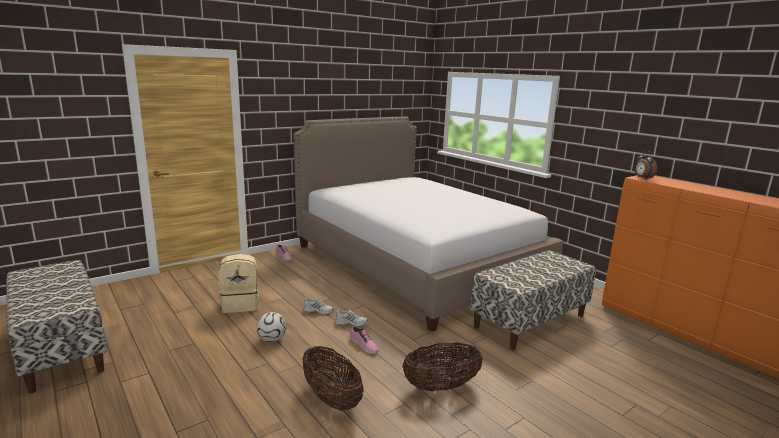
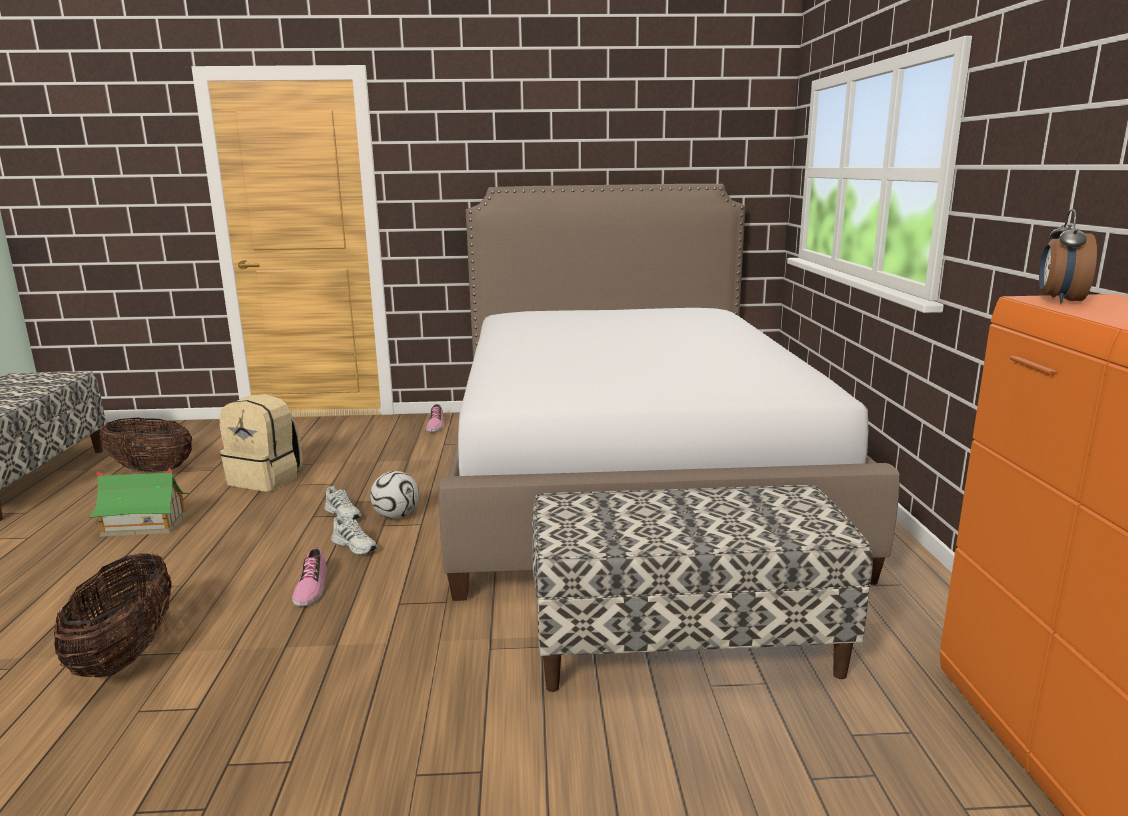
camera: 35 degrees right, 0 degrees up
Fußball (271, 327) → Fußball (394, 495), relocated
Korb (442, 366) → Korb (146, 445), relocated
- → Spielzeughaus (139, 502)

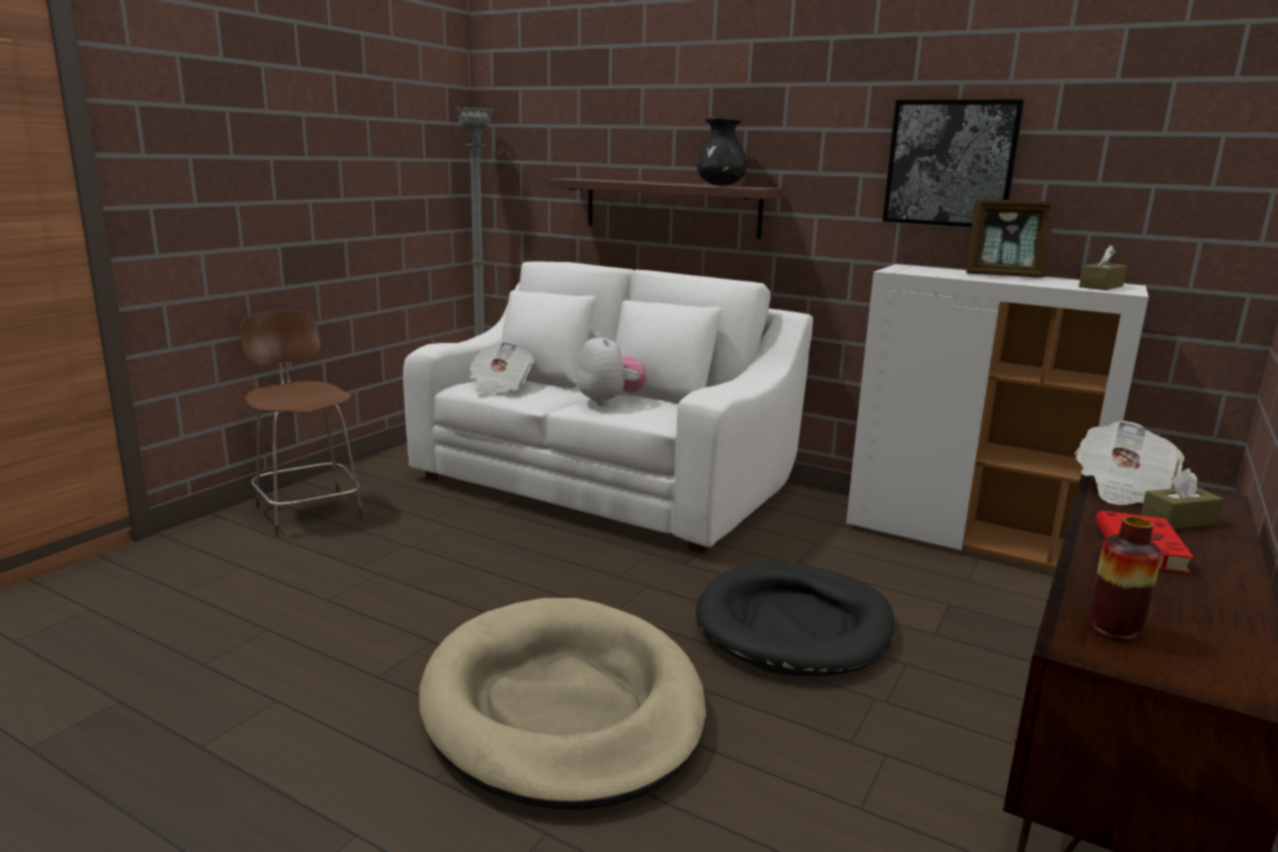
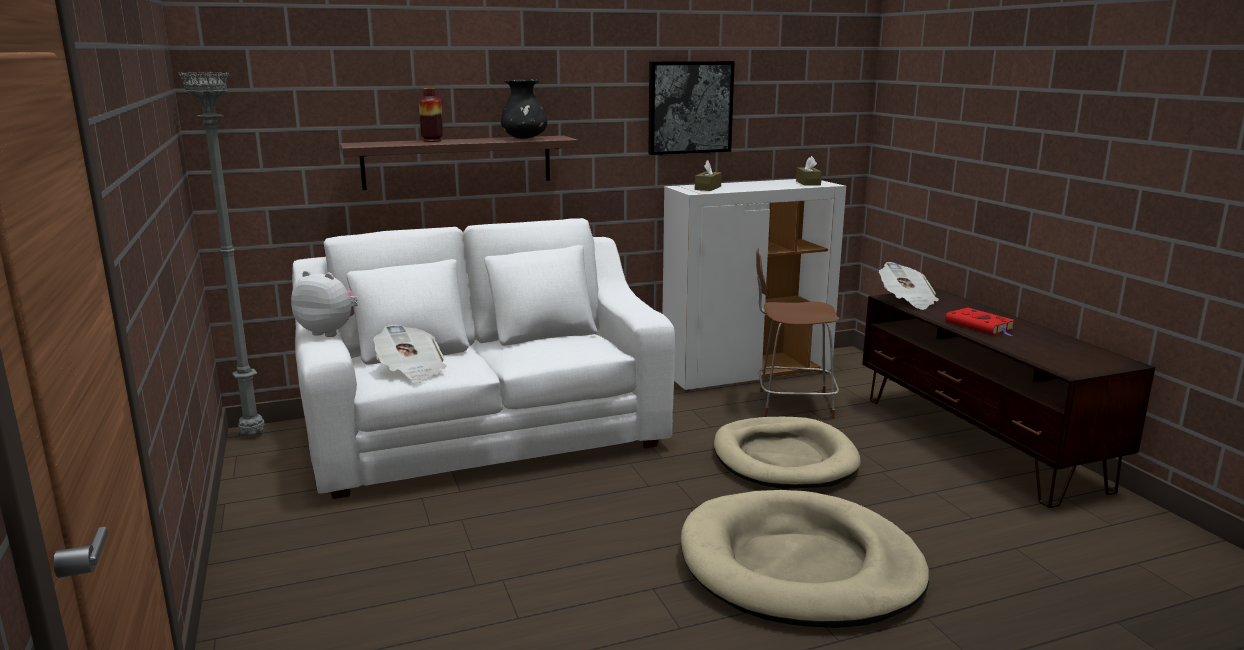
camera: 50 degrees left, 0 degrees up
Hocker/braun (302, 423) → Hocker/braun (797, 333), relocated
Plüschtier (612, 369) → Plüschtier (324, 303), relocated
Hundebett/schwarz (795, 618) → Hundebett/beige (787, 453)
Bilderrahmen (1011, 238) → -
Vase (1125, 578) → Vase (431, 115), relocated
Taschentuchbox/braun (1182, 499) → Taschentuchbox/braun (708, 175), relocated

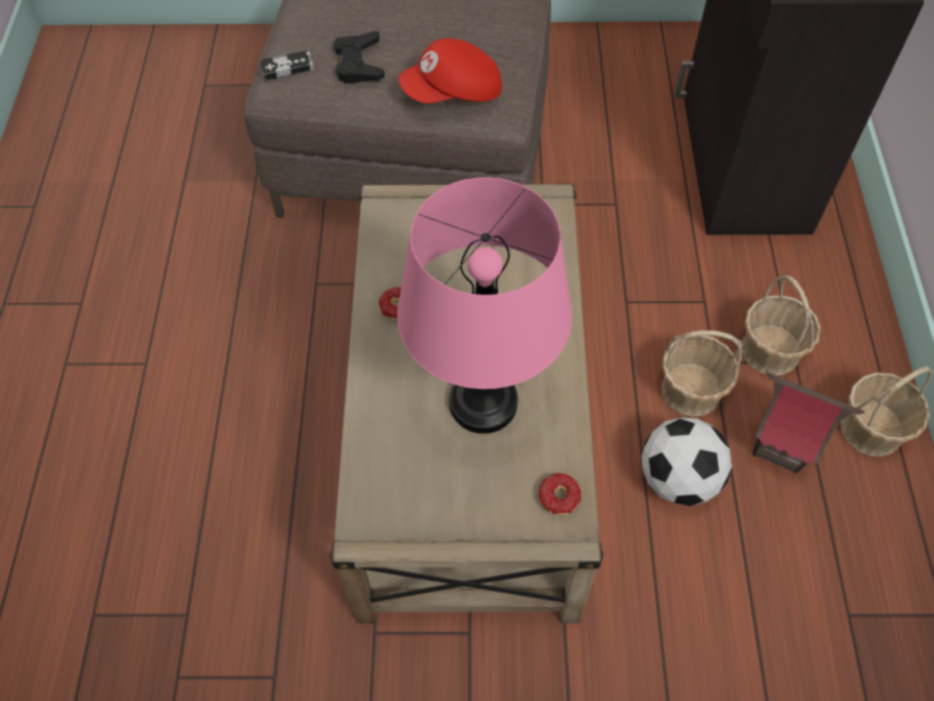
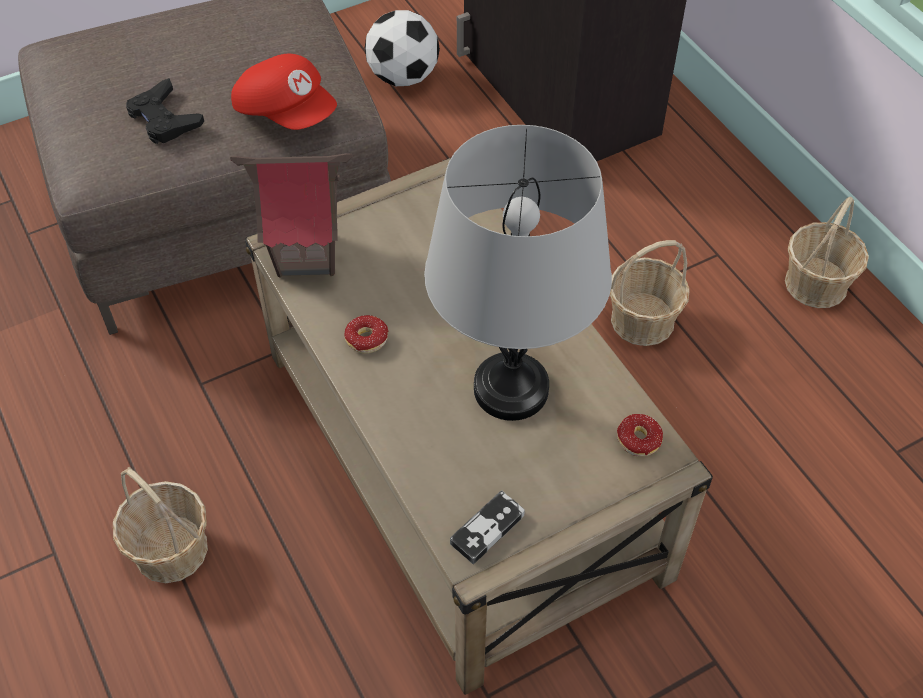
camera: 30 degrees left, 5 degrees down
Gamepad (286, 65) → Gamepad (487, 527), relocated
Tischlampe/rosa (484, 305) → Tischlampe/grau (518, 273)
Kappe/rot (450, 70) → Kappe/rot (284, 92), 90 degrees counterclockwise
Fußball (686, 461) → Fußball (402, 48), relocated
Korb (781, 325) → Korb (160, 525), relocated
Spielzeughaus (809, 423) → Spielzeughaus (291, 215), relocated

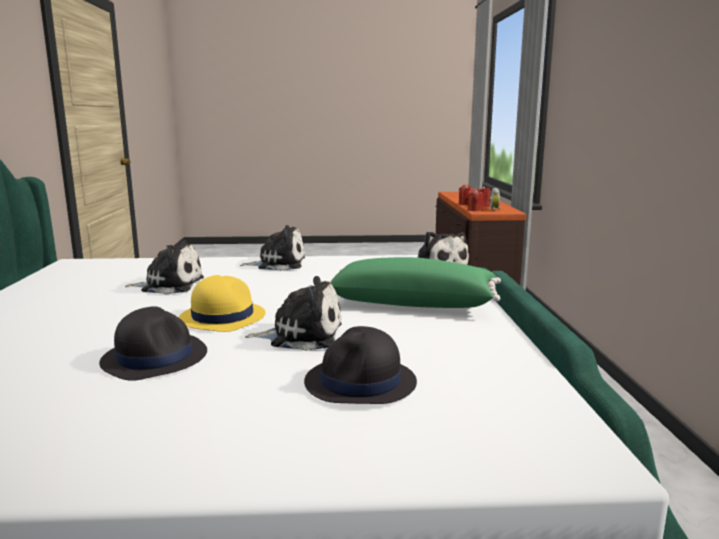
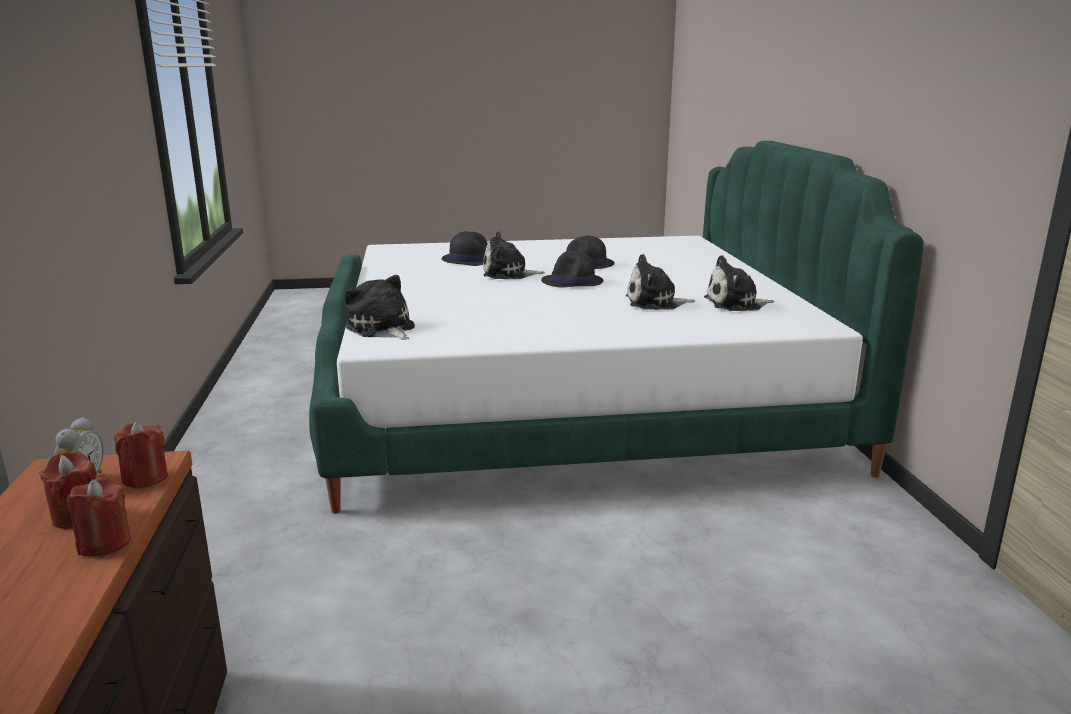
camera: 175 degrees right, 5 degrees up
Hut/gelb (222, 303) → Hut/schwarz (572, 269)
Plüschtier (272, 248) → Plüschtier (739, 283), relocated
Kissen/grün (415, 282) → -

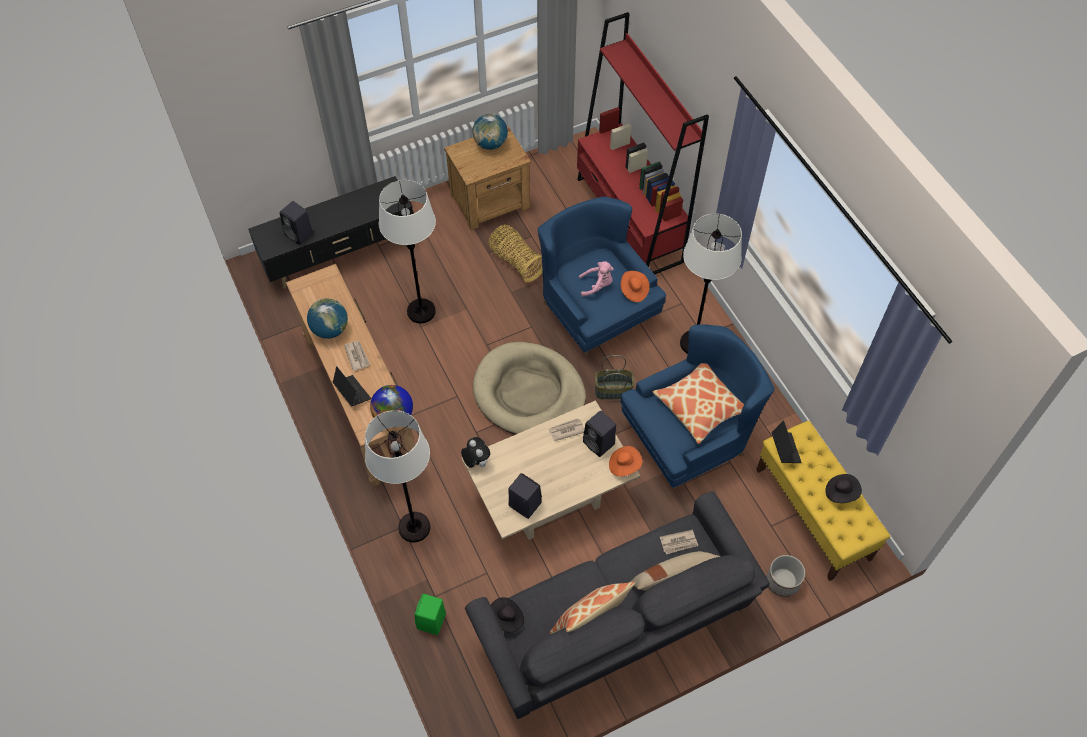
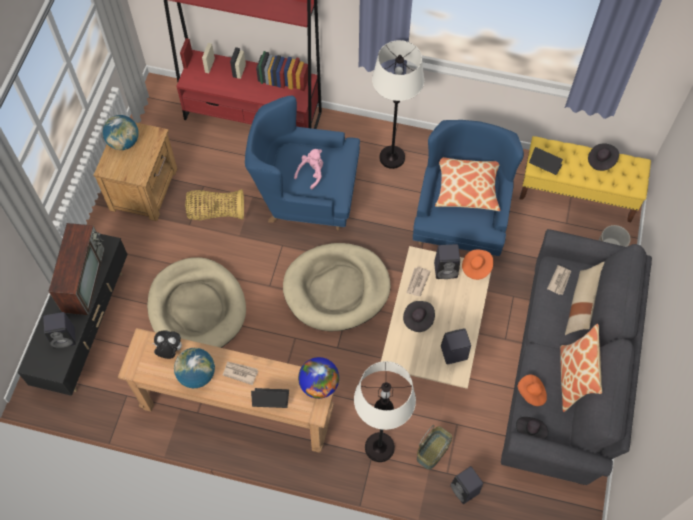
camera: 50 degrees left, 5 degrees up
Stehlampe/weiß (407, 251) → Hundebett/beige (196, 302)
Lautsprecher/grün (430, 614) → Lautsprecher/schwarz (466, 485)
Plüschtier (475, 452) → Plüschtier (167, 344), relocated
Korb (615, 377) → Korb (434, 447), relocated
Hut/orange (635, 286) → Hut/orange (532, 390), relocated
- → Fernseher (76, 269)
- → Hut/schwarz (419, 316)

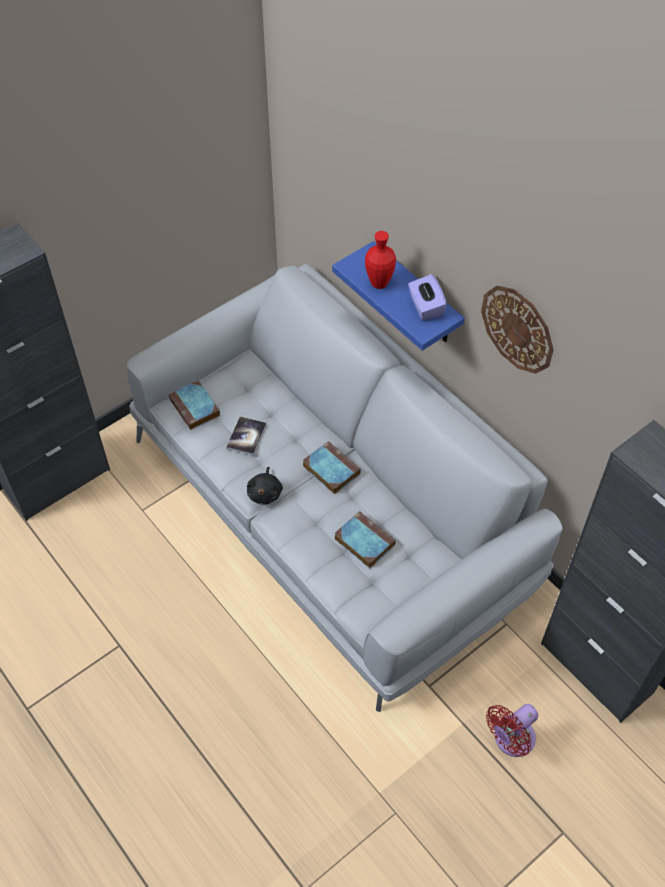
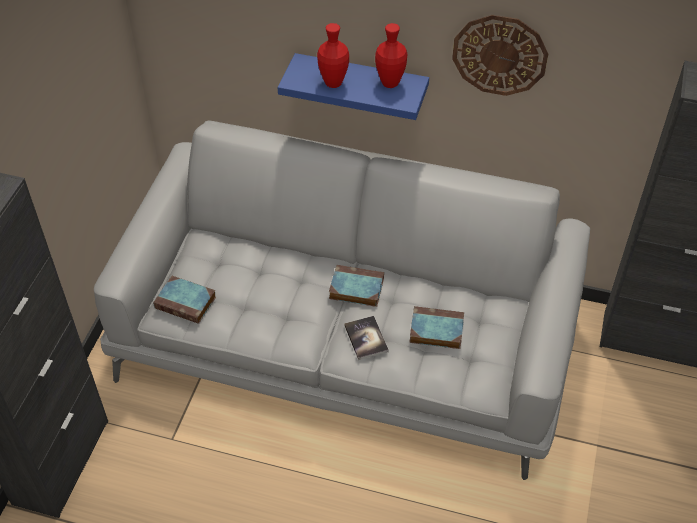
camera: 35 degrees left, 5 degrees down
Buch (246, 436) → Buch (366, 338), relocated
Plüschtier/schwarz (265, 486) → -
Taschentuchbox/lila (427, 297) → Vase/rot (391, 55)
Ventilator/rot (512, 730) → -

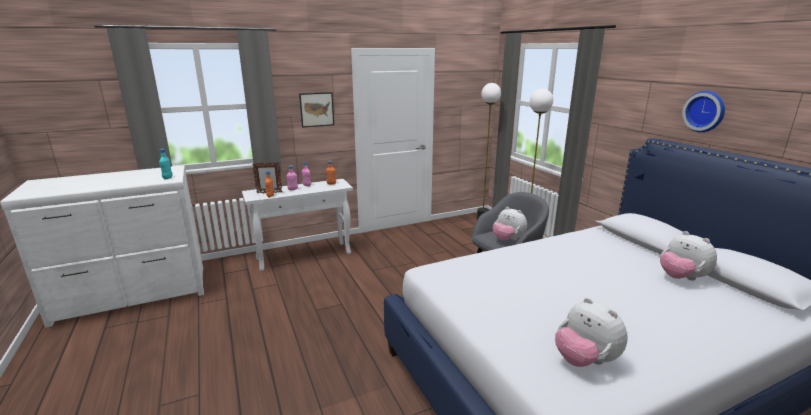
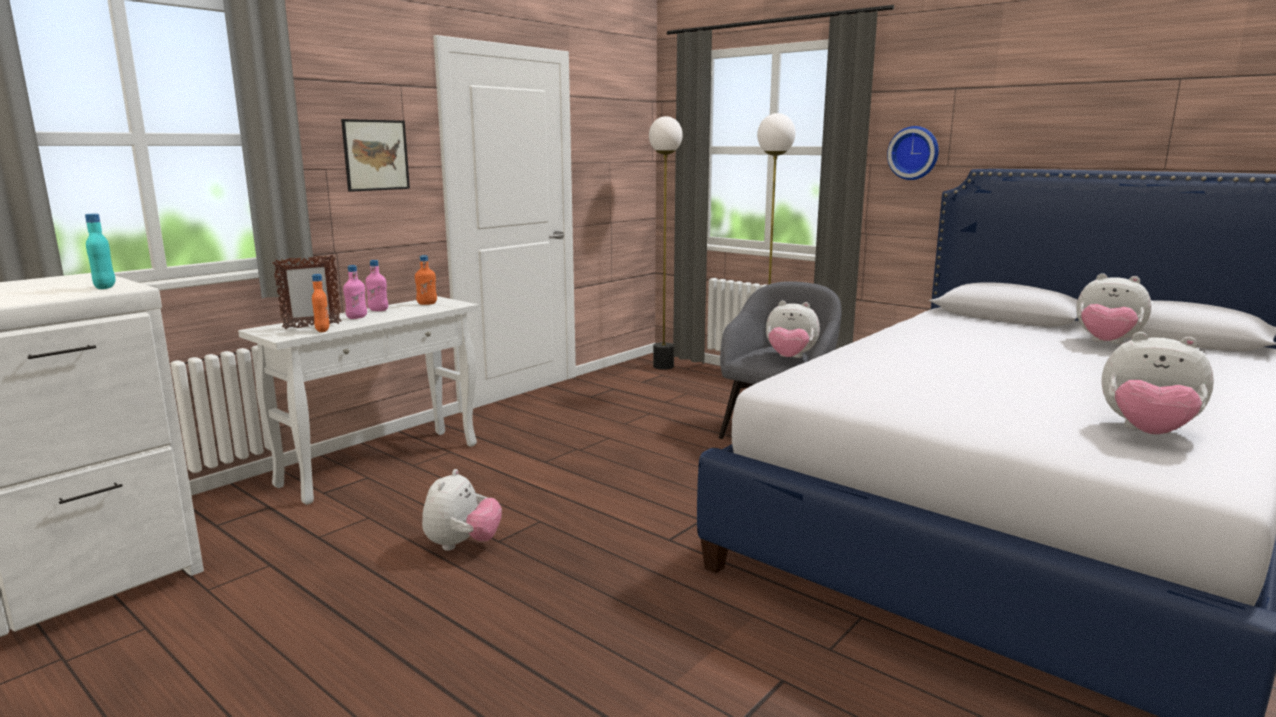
camera: 25 degrees left, 5 degrees down
Wanduhr (703, 111) → Wanduhr (913, 153), relocated
- → Plüschtier (462, 510)

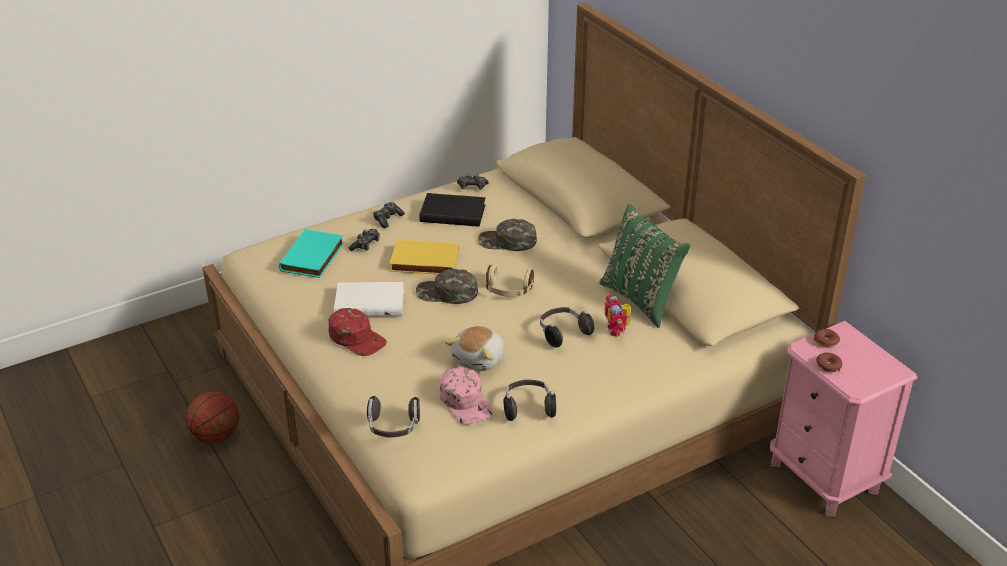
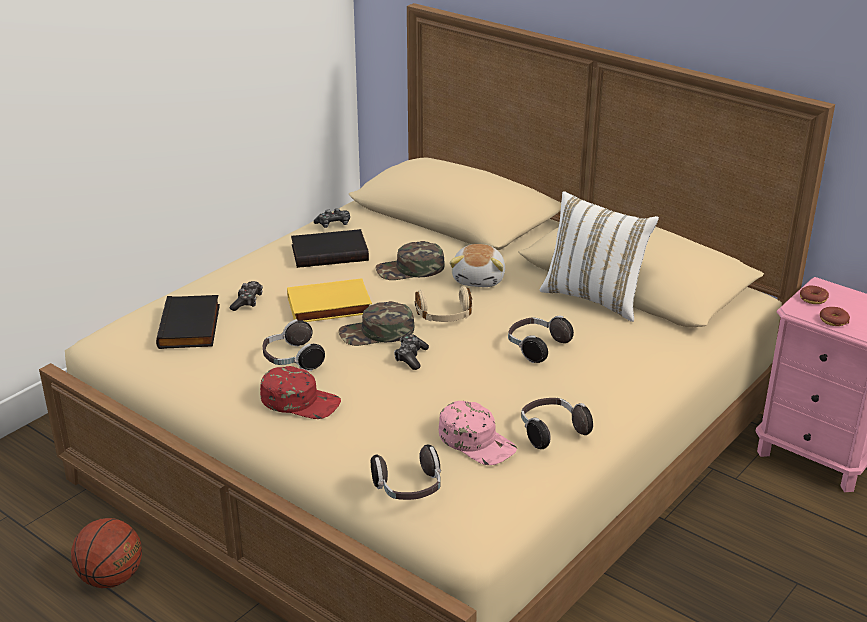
camera: 20 degrees left, 5 degrees down
Buch/türkis (311, 253) → Buch/schwarz (188, 322)
Buch/weiß (369, 299) → Kopfhörer (294, 345)
Gamepad (389, 215) → Gamepad (411, 352), relocated
Plüschtier (474, 348) → Plüschtier (477, 265), relocated
Kissen/grün (645, 266) → Kissen/weiß (599, 256)
Spielzeugroboter (618, 314) → -

